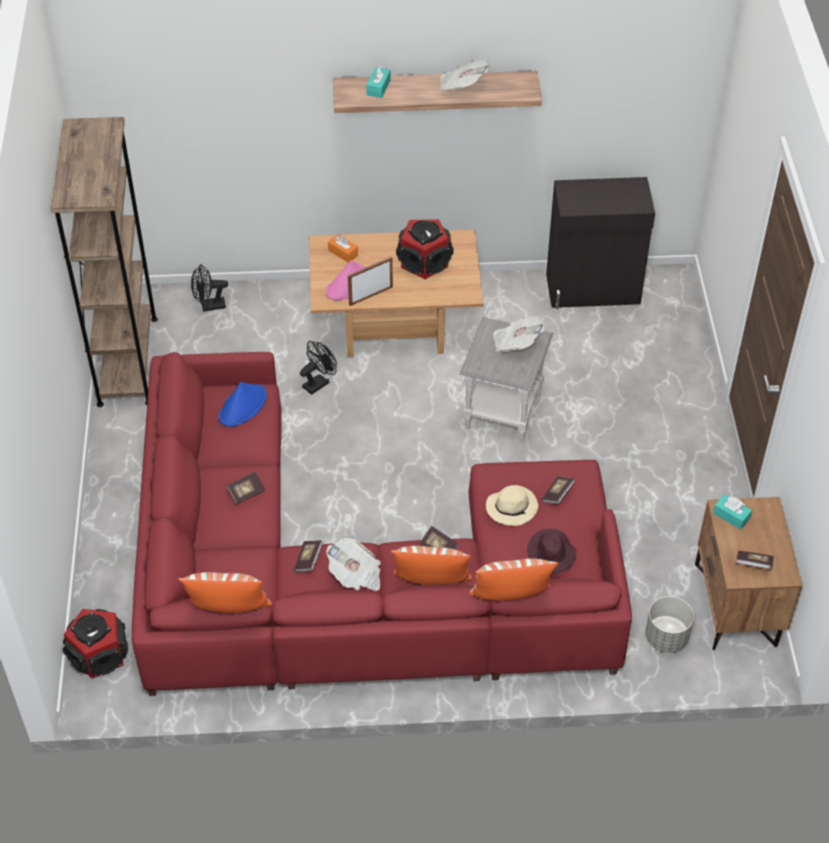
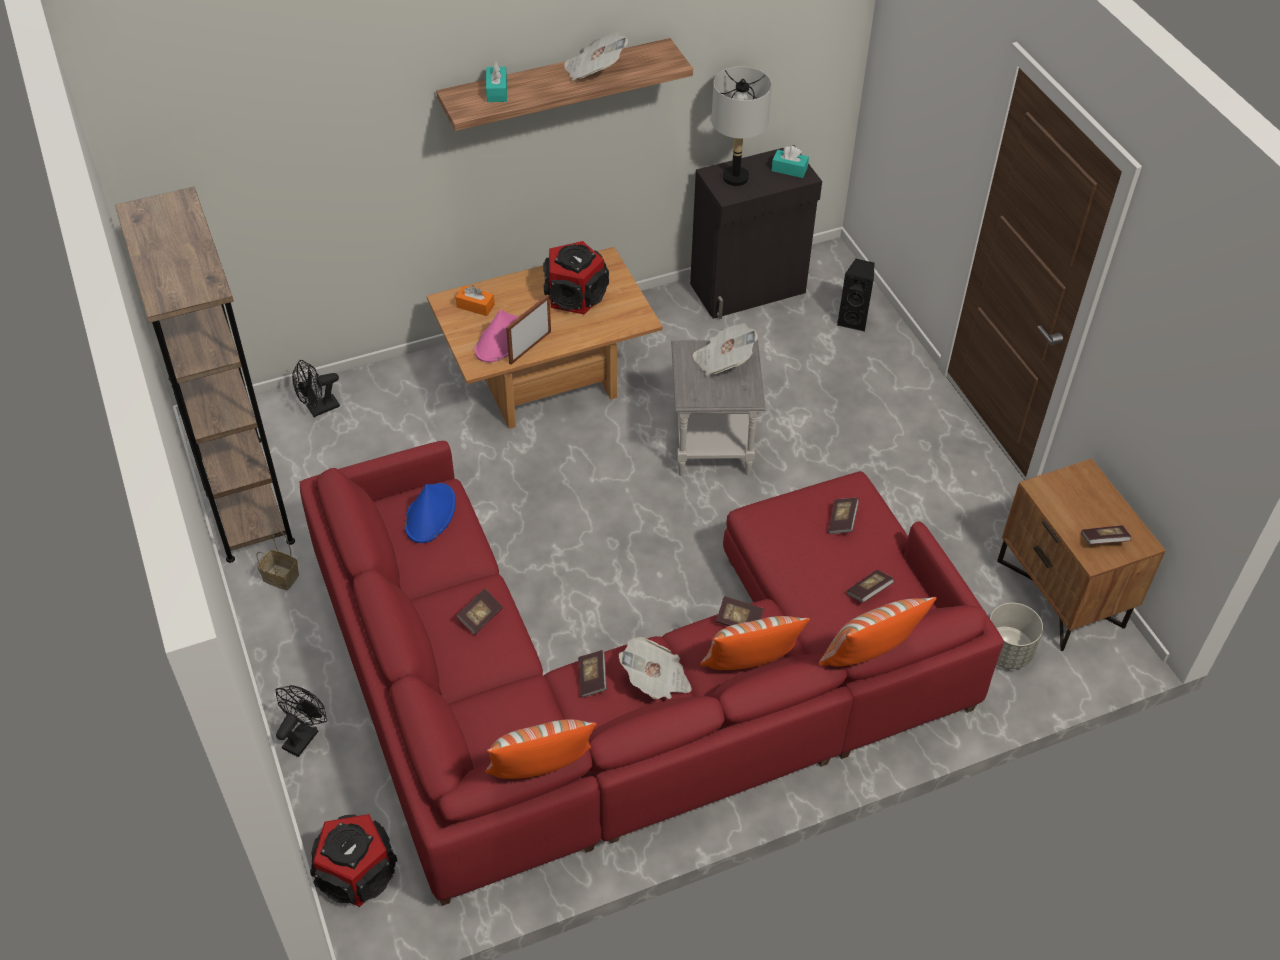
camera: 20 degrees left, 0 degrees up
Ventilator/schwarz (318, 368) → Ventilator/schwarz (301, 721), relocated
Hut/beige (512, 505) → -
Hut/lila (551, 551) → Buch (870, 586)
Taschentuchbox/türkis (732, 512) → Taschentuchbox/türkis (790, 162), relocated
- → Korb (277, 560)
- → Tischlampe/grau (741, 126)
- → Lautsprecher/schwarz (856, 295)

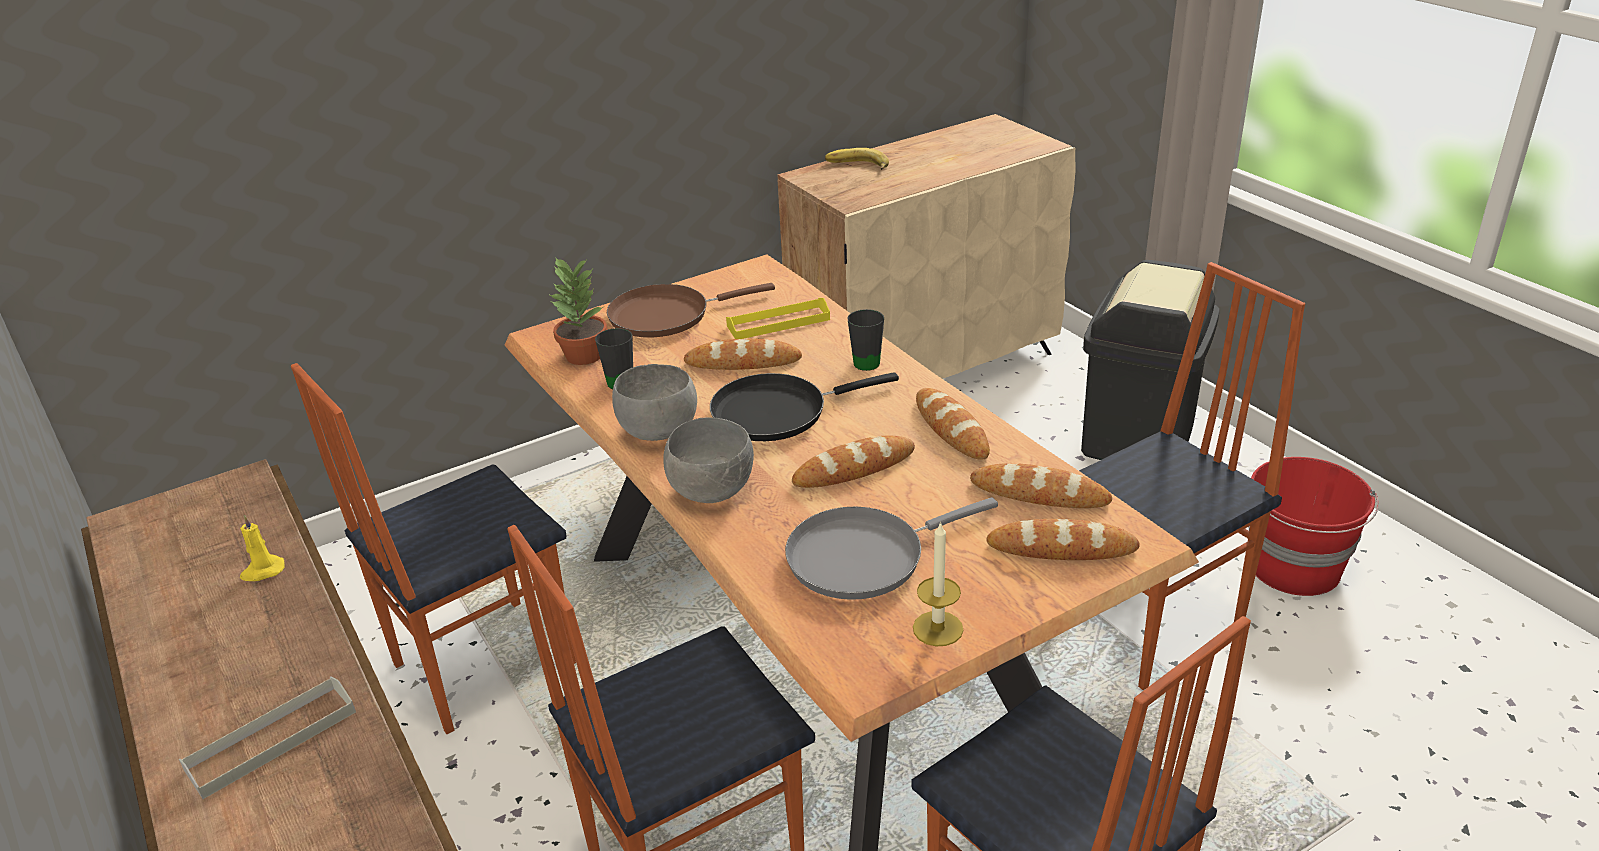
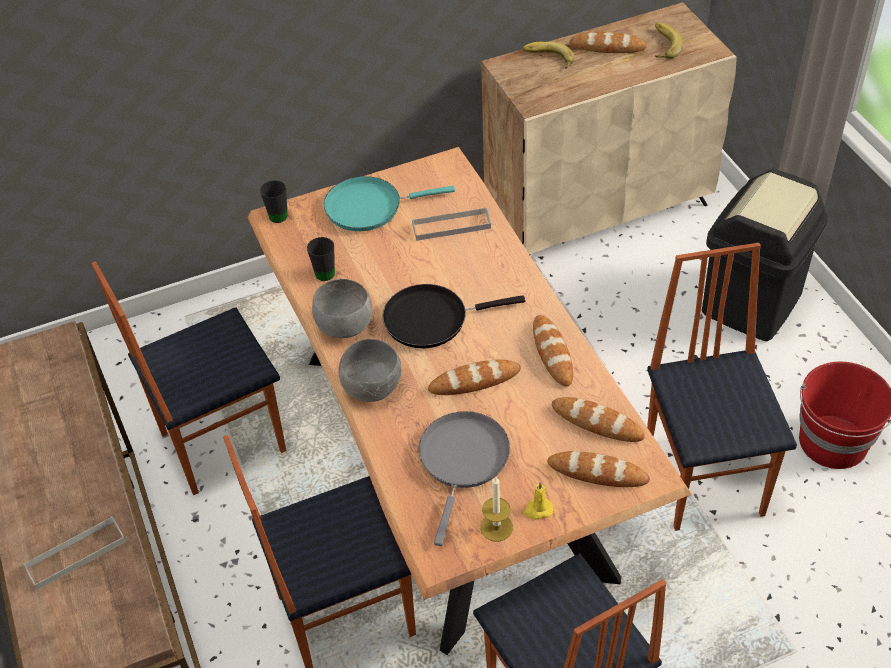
camera: 10 degrees right, 15 degrees up
Kerze/gelb (262, 548) → Kerze/gelb (539, 500), relocated
Topfpflanze (577, 311) → -
Pfanne/braun (691, 310) → Pfanne/türkis (389, 203)
Brot (743, 354) → Brot (608, 42), relocated
Tablett/gelb (778, 318) → Tablett/grau (451, 224)
Pfanne/grau (891, 548) → Pfanne/grau (464, 478), 120 degrees clockwise
Henkelbecher/schwarz (865, 340) → Henkelbecher/schwarz (274, 201), relocated
Stuhl (1192, 476) → Stuhl (722, 387), 75 degrees counterclockwise
- → Banane (669, 41)

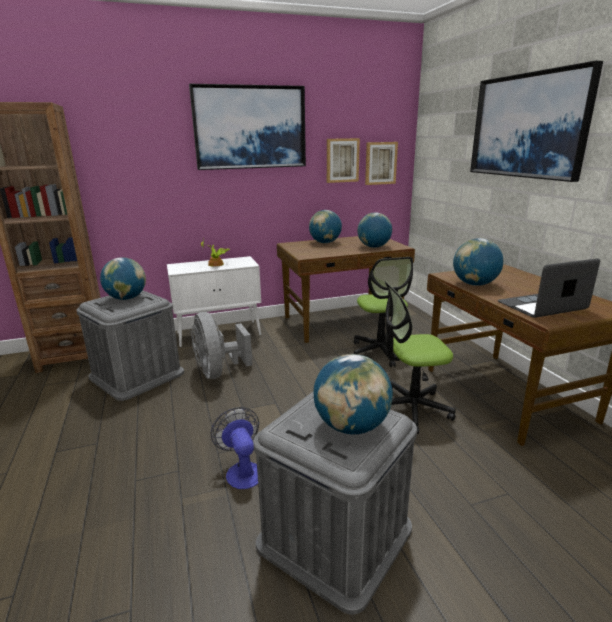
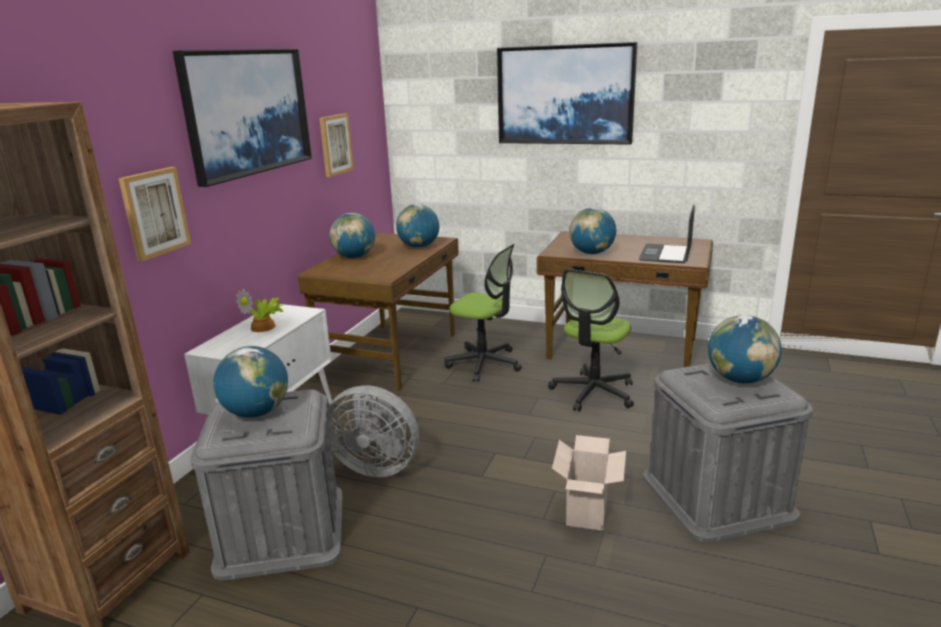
camera: 50 degrees left, 0 degrees up
Ventilator (235, 448) → Karton (589, 483)
Bild (381, 163) → Bild (154, 214), relocated

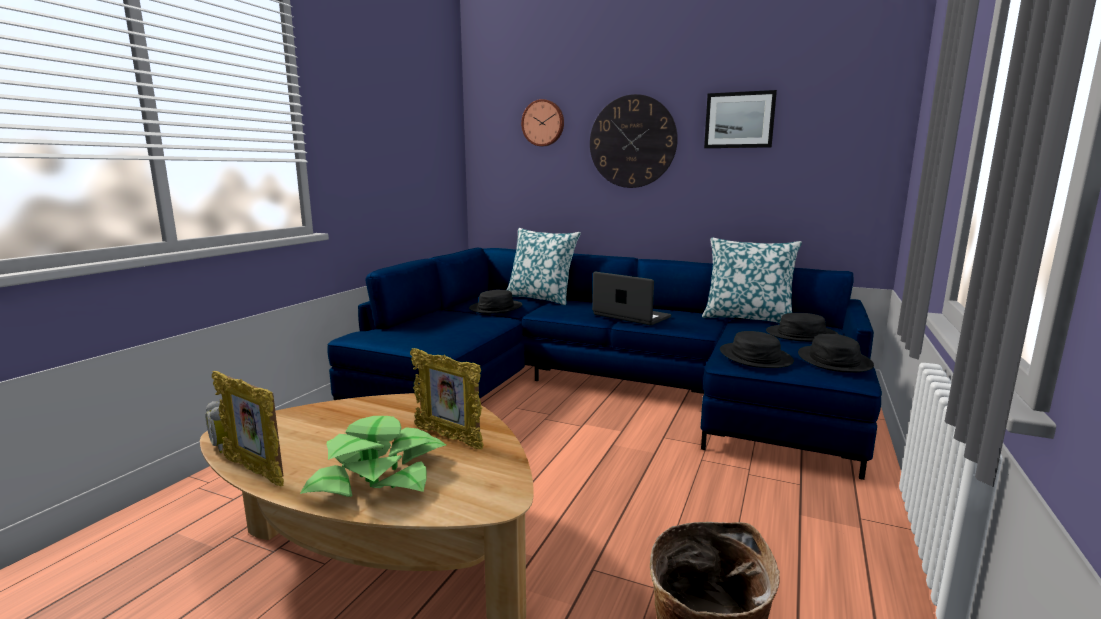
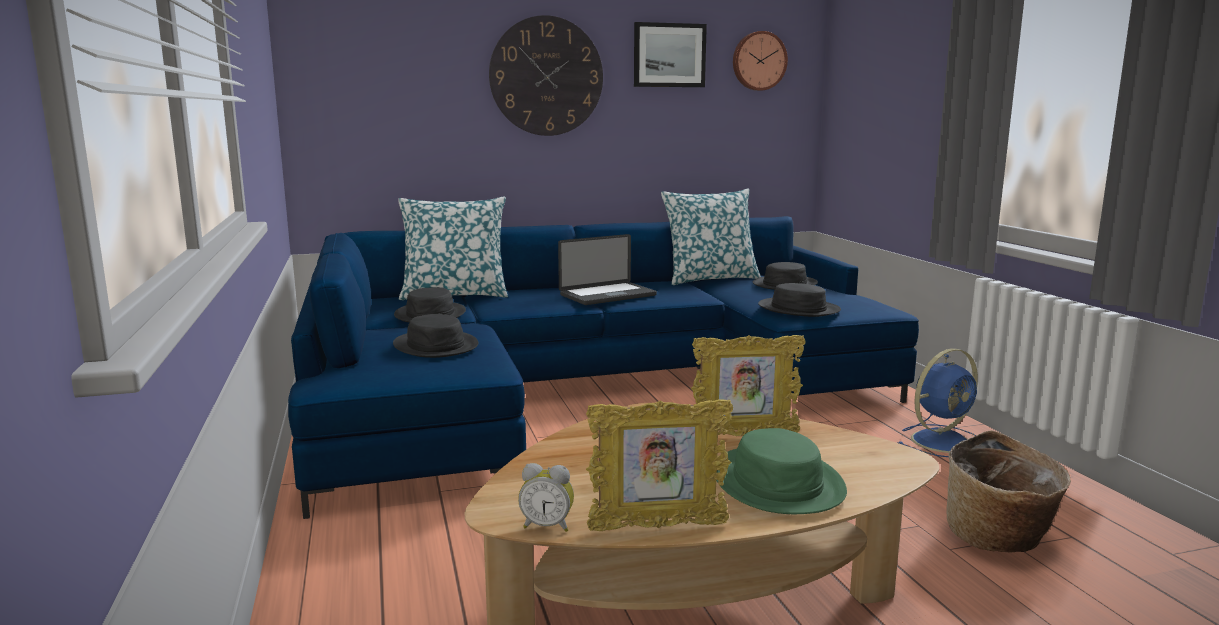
camera: 40 degrees left, 0 degrees up
Topfpflanze (373, 456) → Hut/grün (781, 471)
Wanduhr (542, 122) → Wanduhr (760, 61), relocated
Laptop (631, 298) → Laptop (607, 269), 150 degrees clockwise
Hut/schwarz (836, 353) → Hut/schwarz (435, 336), relocated
- → Ventilator/blau (937, 402)

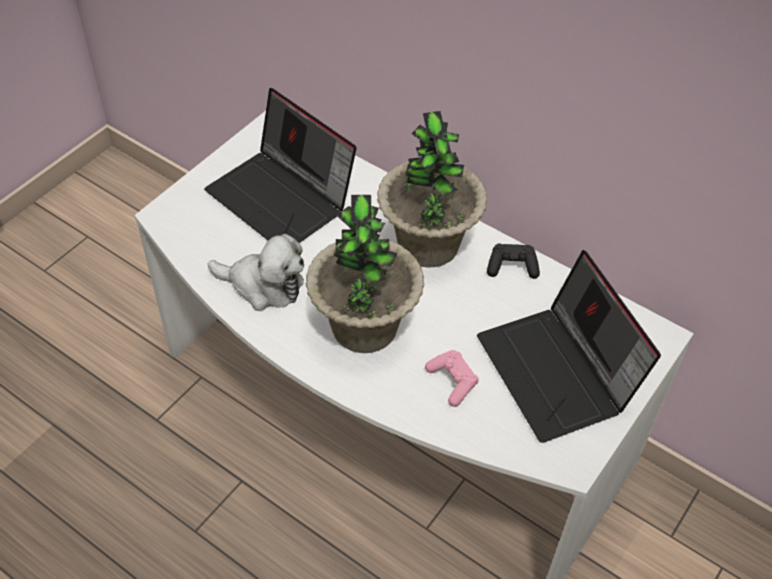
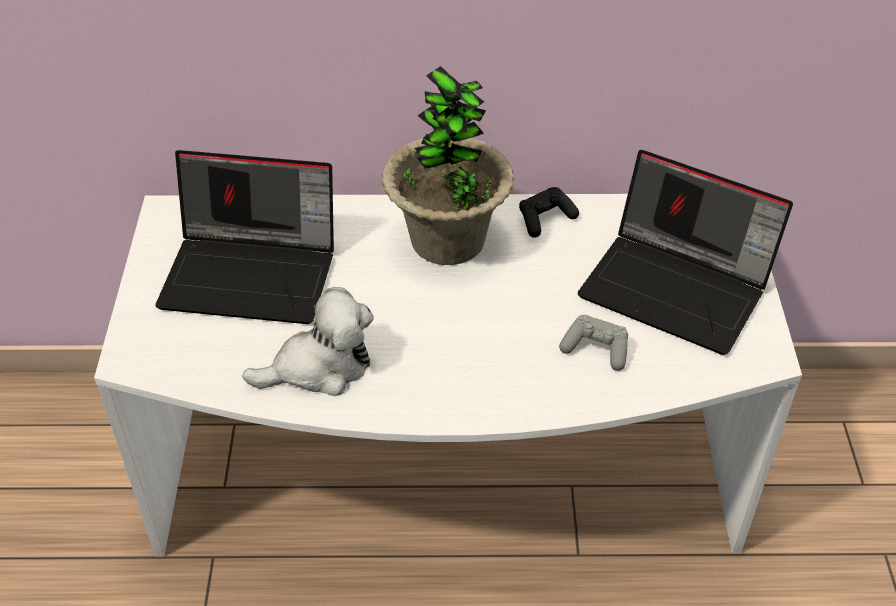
camera: 35 degrees left, 5 degrees down
Topfpflanze (365, 274) → -
Gamepad/rosa (452, 378) → Gamepad/grau (593, 343)

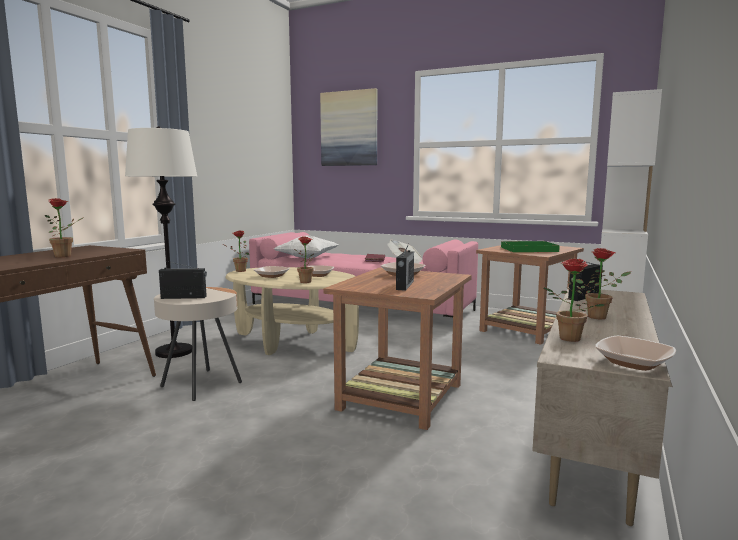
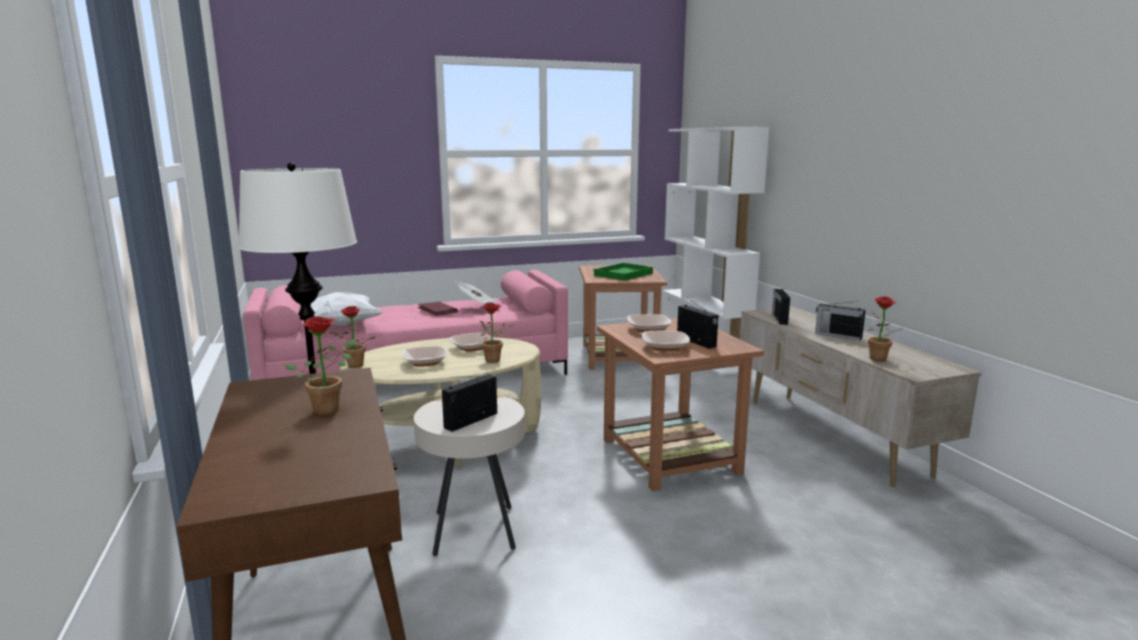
camera: 45 degrees left, 5 degrees up
Bild (348, 127) → -
Topfpflanze (603, 283) → Radio (840, 320)
Schüssel (636, 353) → Schüssel (666, 341), relocated

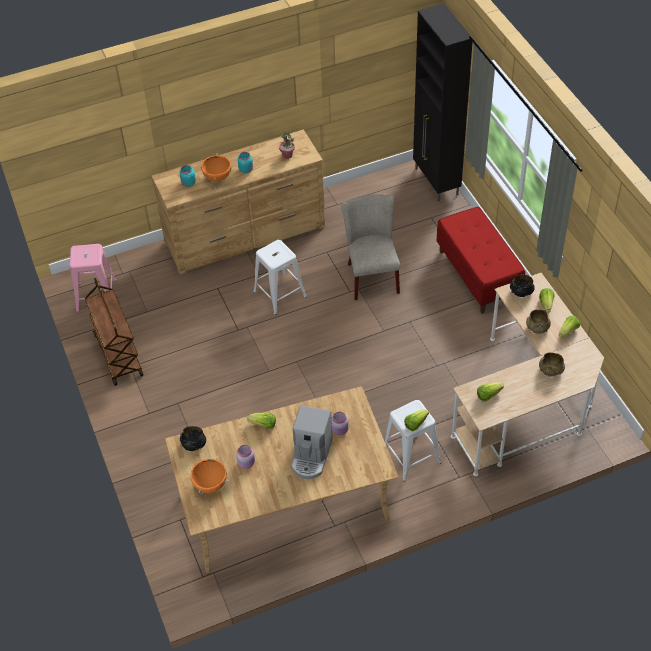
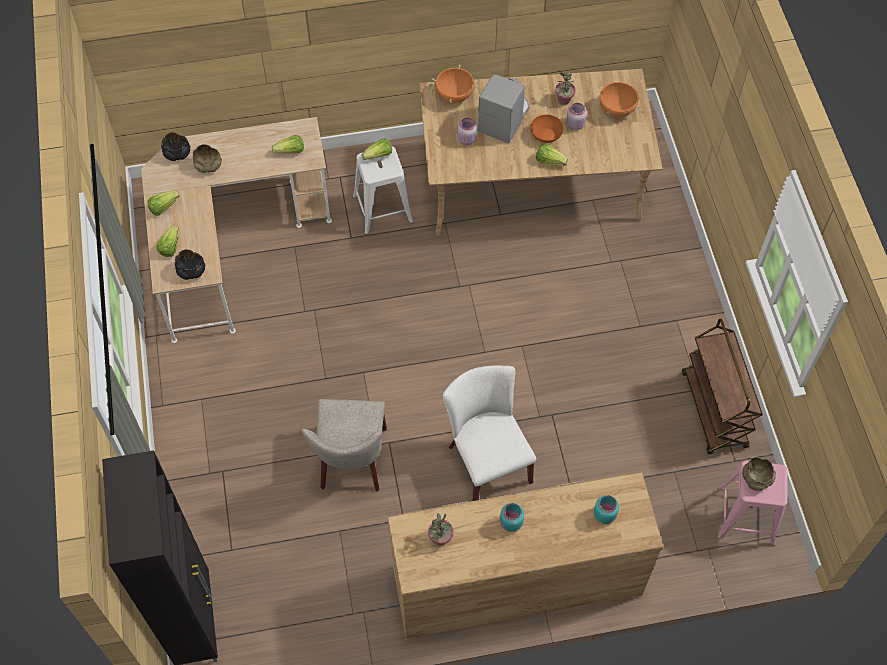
camera: 170 degrees left, 10 degrees up
Schüssel/schwarz (193, 438) → Schüssel/schwarz (176, 146), relocated
Kochtopf/orange (216, 167) → Kochtopf/orange (455, 84), relocated
Hocker/weiß (280, 277) → Stuhl/weiß (489, 433)
Bank/rot (481, 260) → -
Schüssel/beige (538, 321) → Schüssel/beige (759, 474), relocated
- → Schüssel/orange (546, 128)
- → Topfpflanze (565, 88)

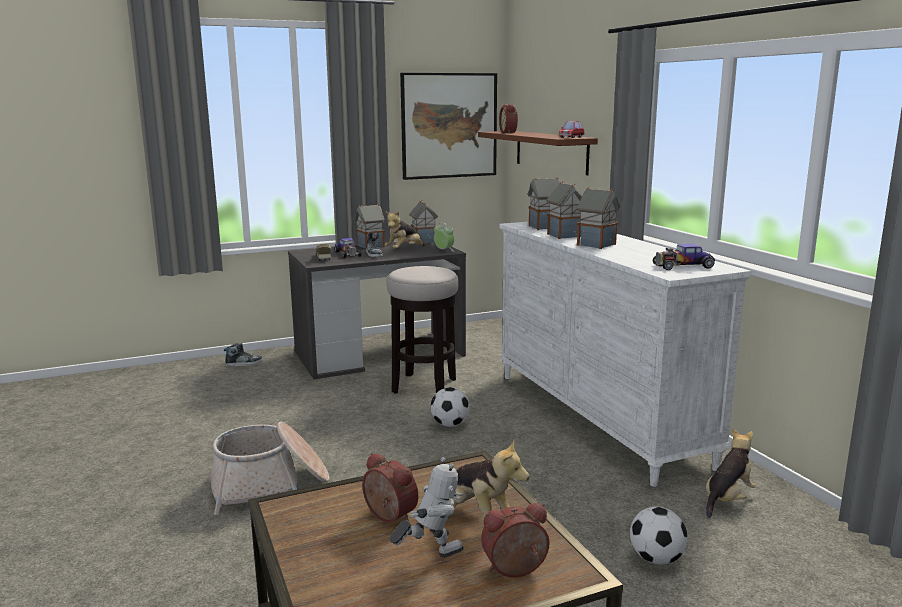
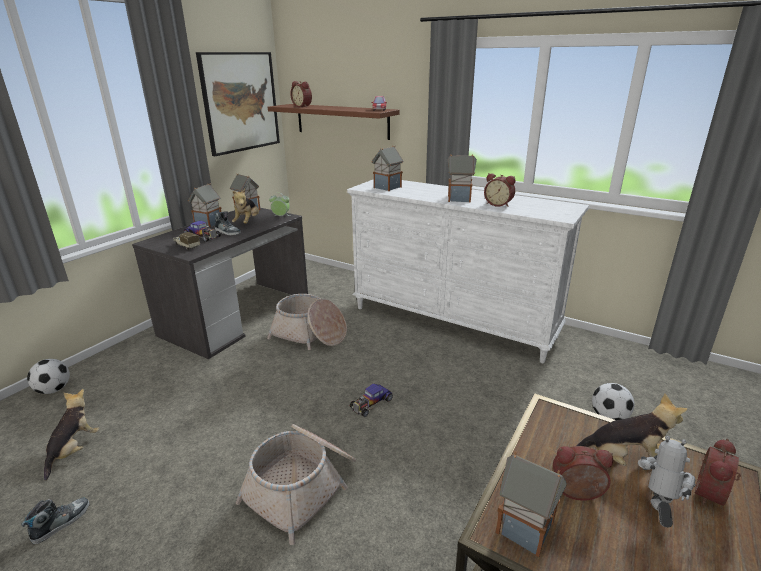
camera: 35 degrees left, 10 degrees up
Schuh (243, 355) → Schuh (55, 521), relocated
Hocker (423, 330) → Korb (307, 322)
Fußball (450, 407) → Fußball (48, 376), relocated
Spielzeughaus (564, 210) → Spielzeughaus (531, 504), relocated
Spielzeugauto (684, 256) → Spielzeugauto (371, 400), relocated
Plüschtier (731, 473) → Plüschtier (72, 435), relocated
- → Wecker (499, 190)

